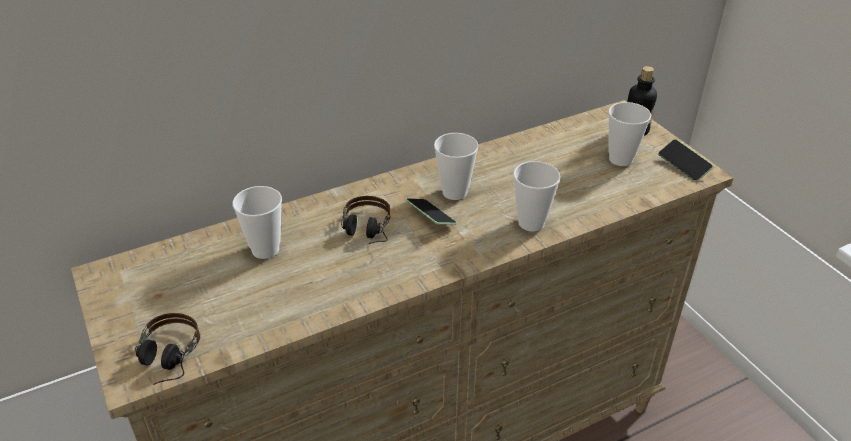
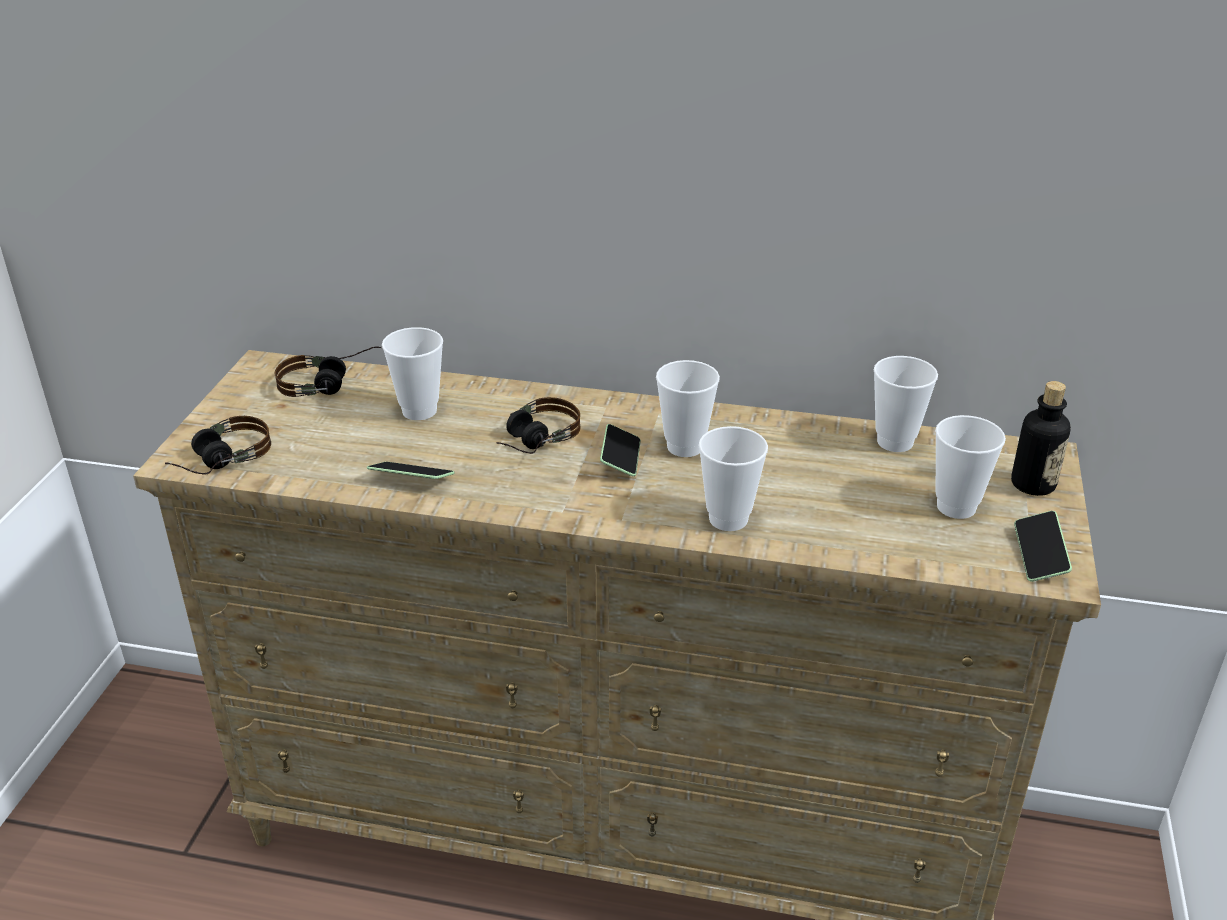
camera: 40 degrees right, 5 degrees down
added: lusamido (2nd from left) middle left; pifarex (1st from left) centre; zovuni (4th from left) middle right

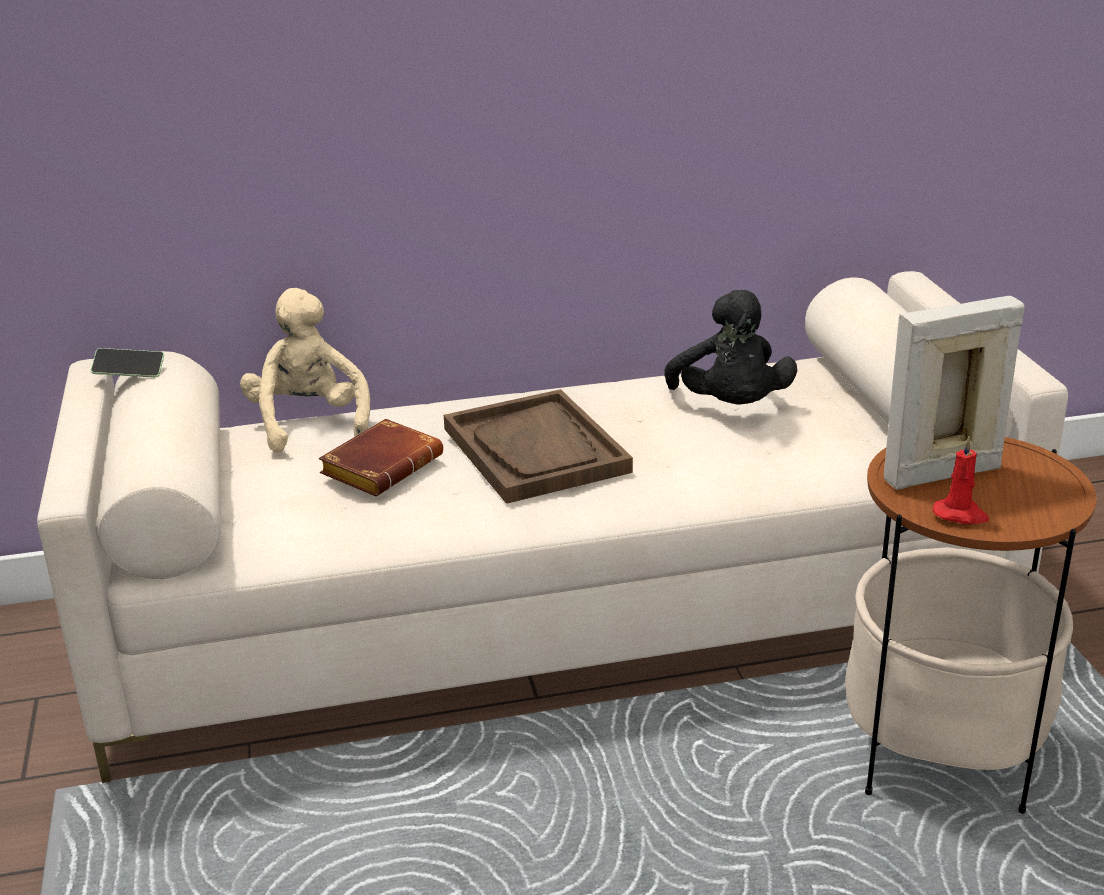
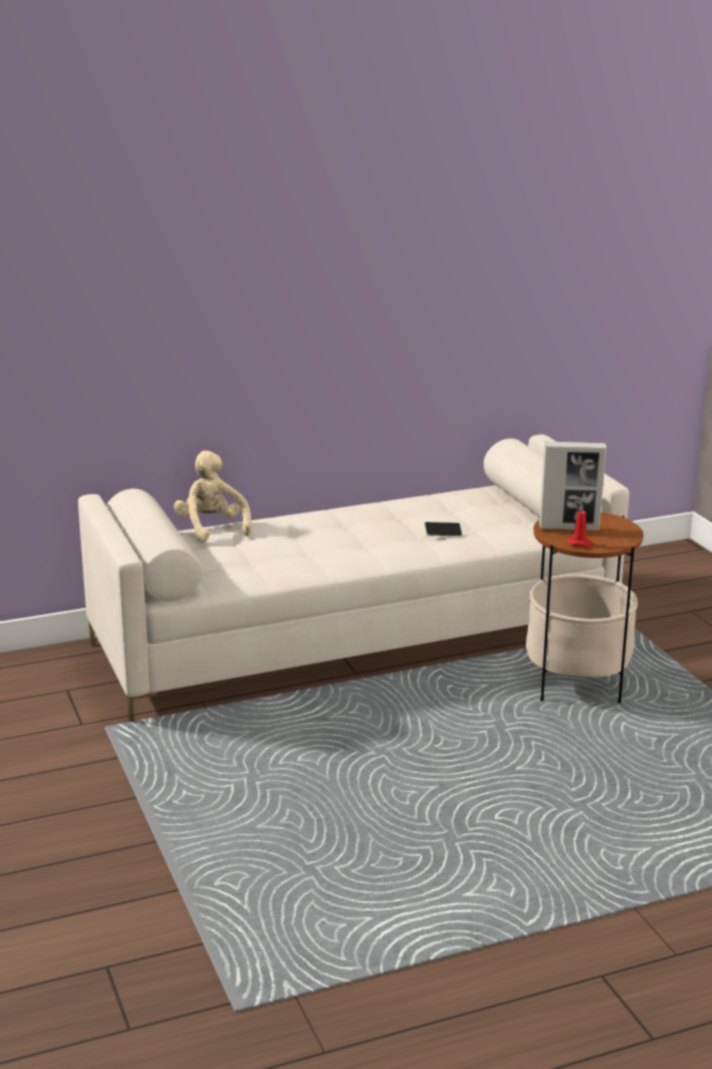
camera: 10 degrees left, 5 degrees down
removed: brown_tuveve centre; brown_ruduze centre; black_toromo centre
moved: pifarex middle left to centre
turned: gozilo middle right = middle right 150 degrees counterclockwise

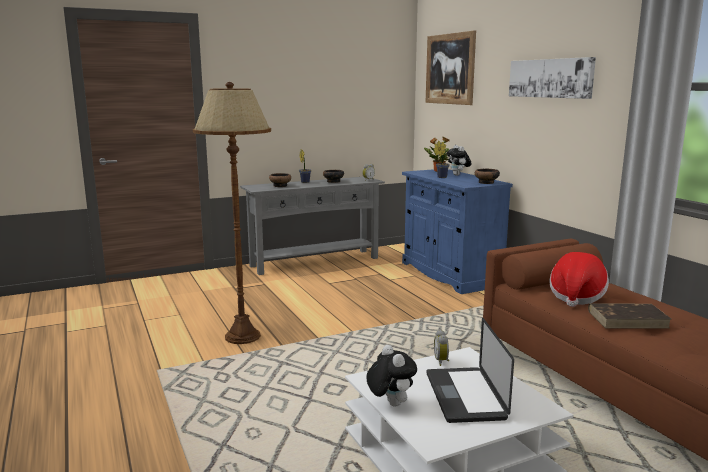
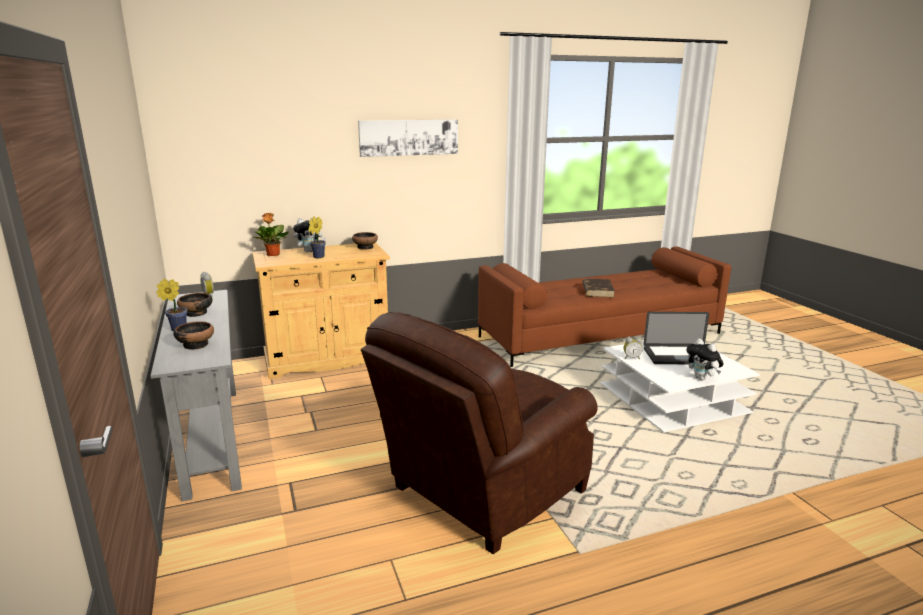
camera: 85 degrees left, 5 degrees up
removed: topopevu (1st from left) top centre; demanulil middle right
replaced: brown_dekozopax middle left to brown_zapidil bottom centre
recoloured: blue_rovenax centre to beige_rovenax centre
turned: toromo (1st from left in the first image) bottom centre = middle right 105 degrees counterclockwise

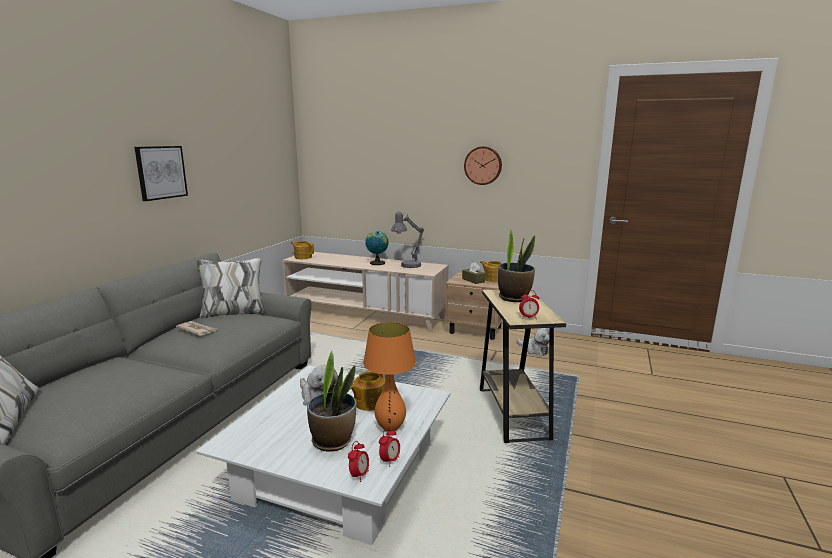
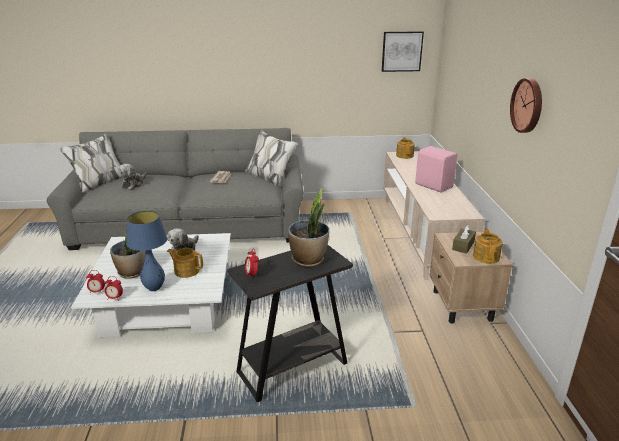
camera: 65 degrees right, 10 degrees up
removed: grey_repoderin centre
moved: toromo (2nd from left in the first image) centre to toromo (1st from left) middle left; topopevu top left to top centre
replaced: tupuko centre to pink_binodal middle right
recoloured: orange_repoderin bottom centre to blue_repoderin middle left; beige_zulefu centre to black_zulefu bottom centre

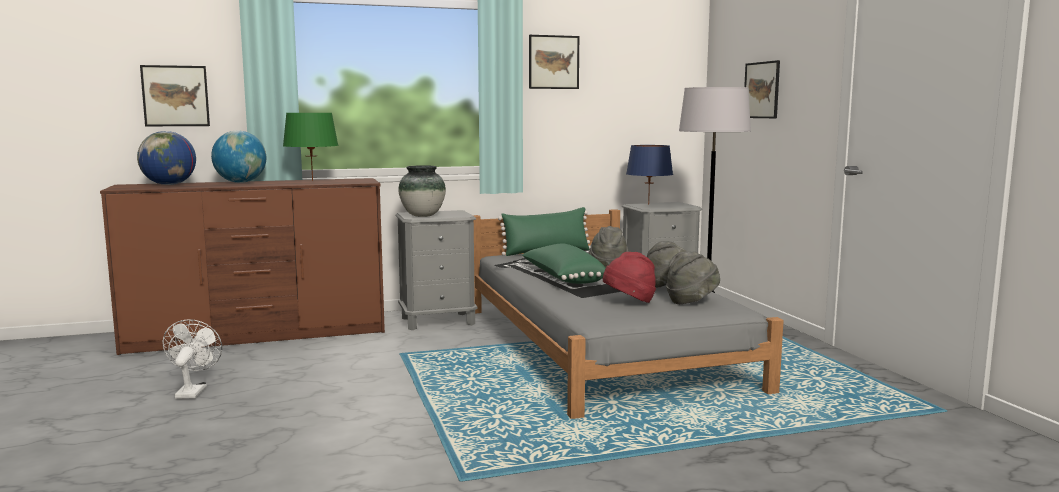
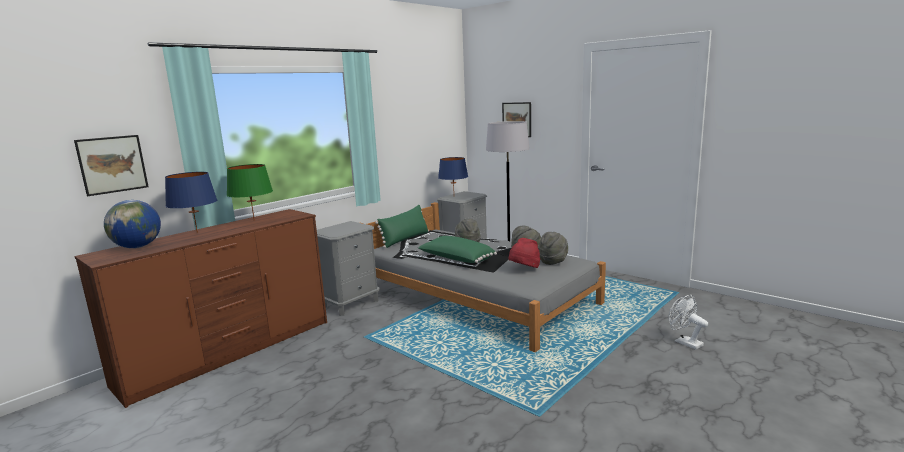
camera: 30 degrees left, 5 degrees up
removed: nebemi centre; topopevu (2nd from left) top centre
moved: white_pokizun bottom left to bottom right
replaced: tupuko (2nd from left) top left to blue_repoderin (1st from left) middle left

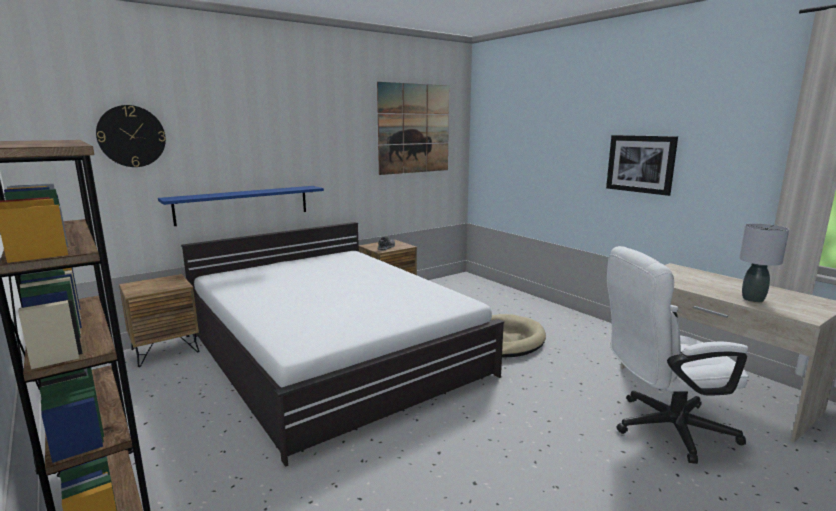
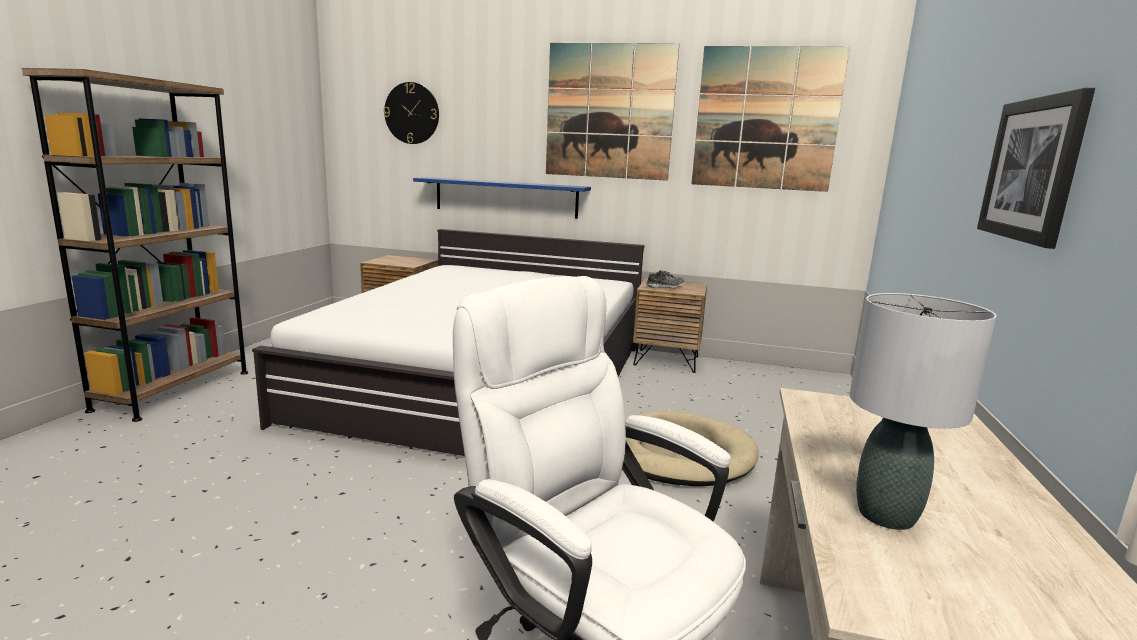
camera: 50 degrees right, 0 degrees up
added: topopevu (1st from left) top centre

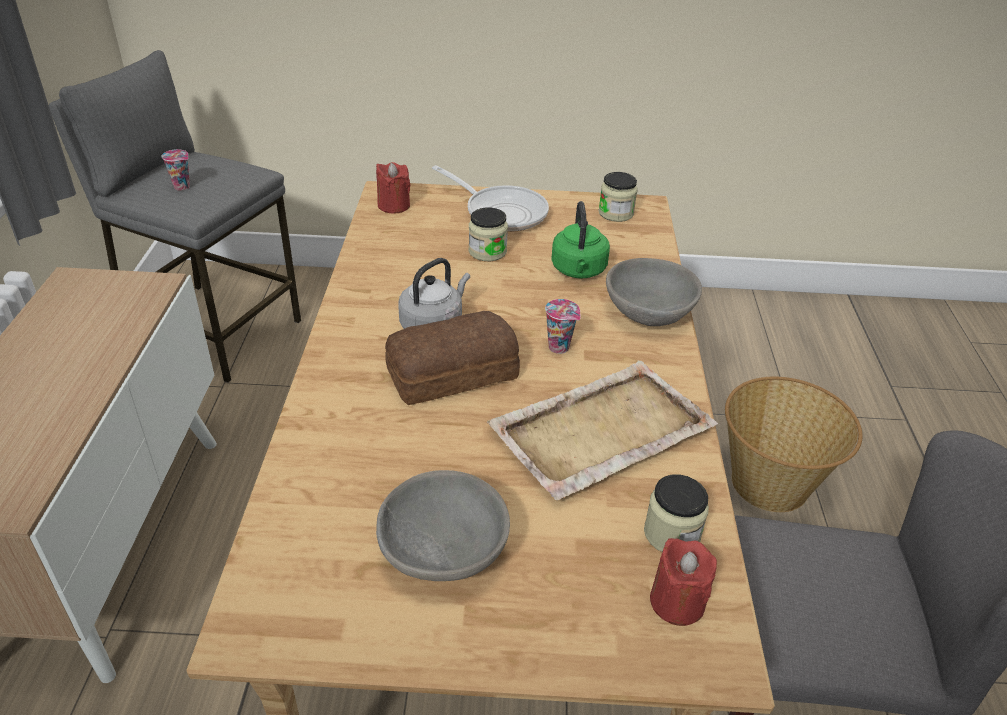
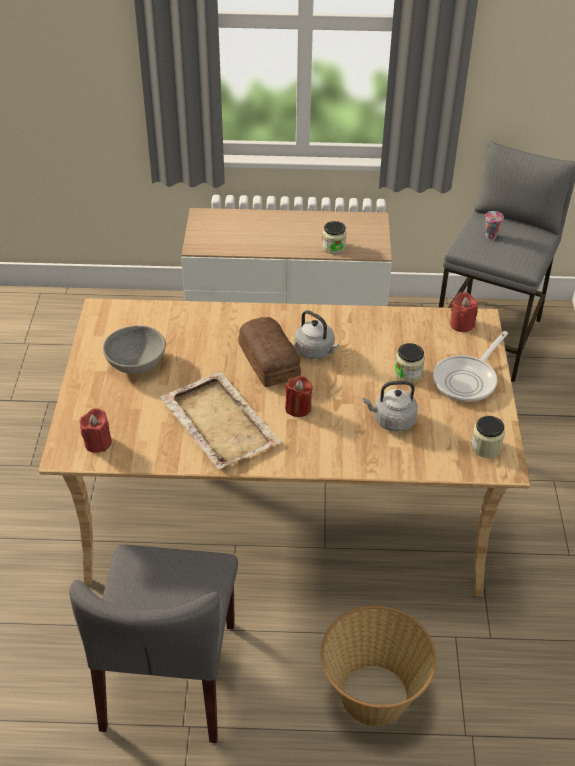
camera: 90 degrees right, 5 degrees up
removed: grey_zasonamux (2nd from left) centre
moved: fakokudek (3rd from left in the first image) bottom right to fakokudek (1st from left) top centre
replaced: zovuni (2nd from left) centre to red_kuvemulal (2nd from left) centre
recoloured: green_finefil centre to grey_finefil (2nd from left) middle right

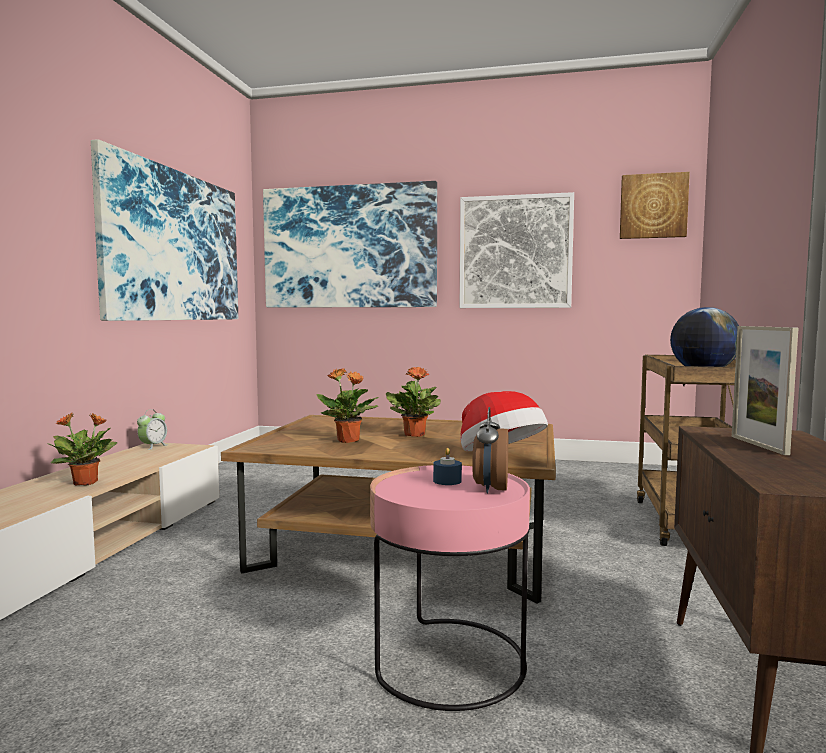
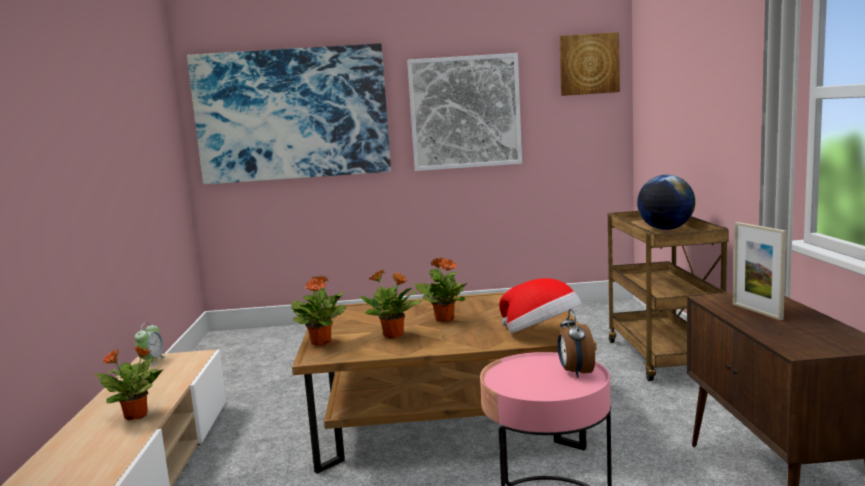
camera: 15 degrees left, 5 degrees up
removed: topopevu (1st from left) top left; blue_kuvemulal centre
added: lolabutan (2nd from left) centre

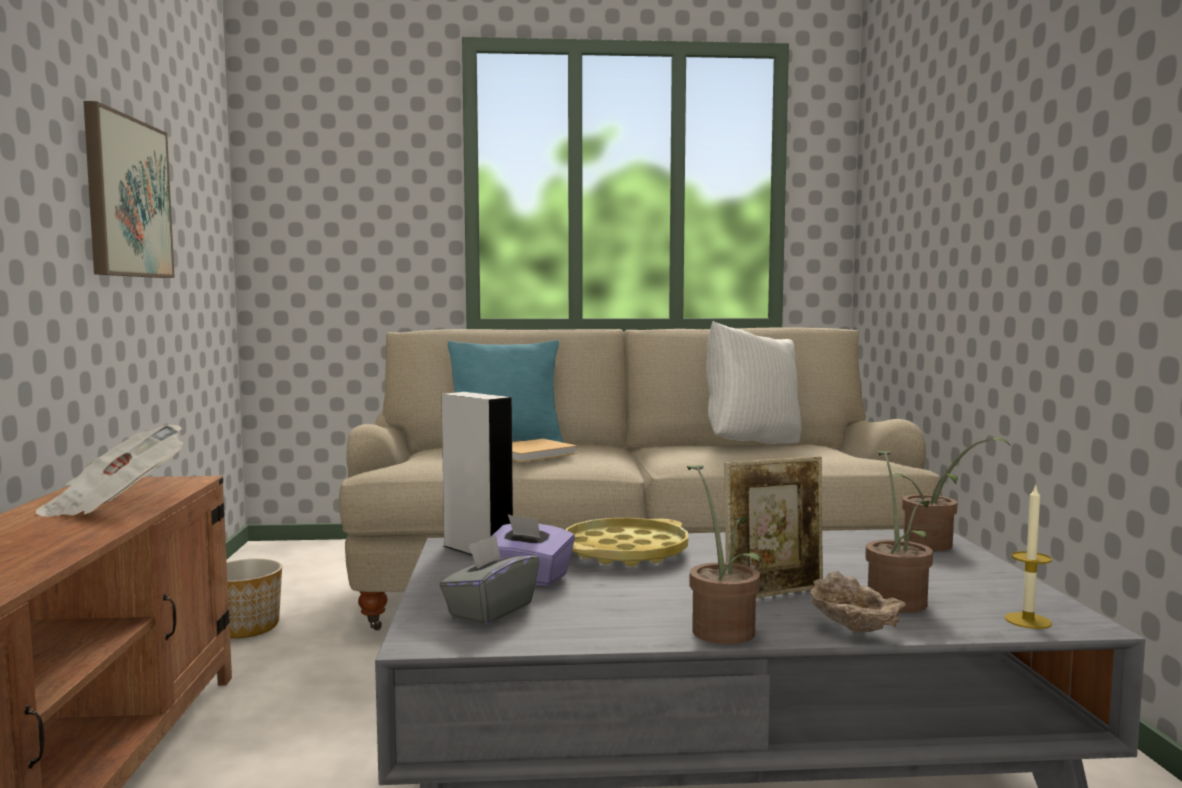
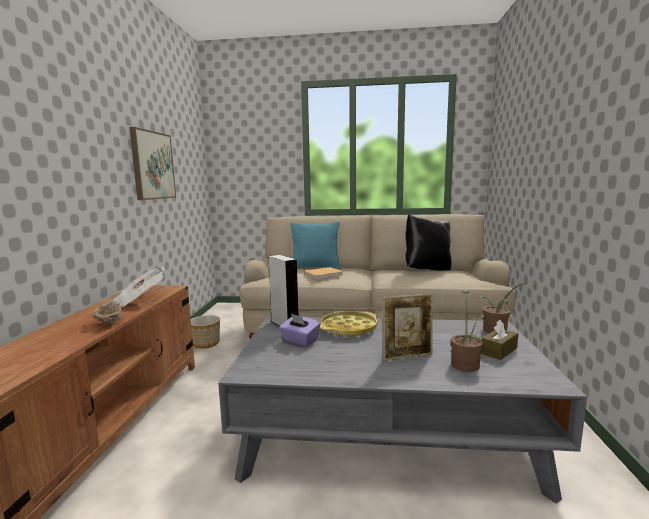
camera: 10 degrees right, 5 degrees up
removed: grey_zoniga bottom centre; lolabutan (1st from left) bottom centre; kuvemulal bottom right
added: brown_zoniga middle right
moved: beige_zasonamux bottom right to middle left
recoloured: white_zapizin centre to black_zapizin centre

